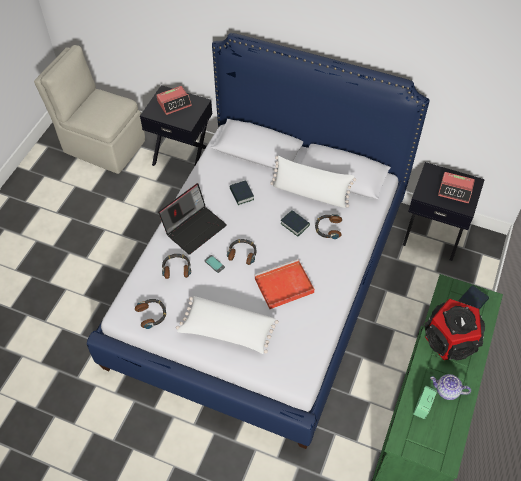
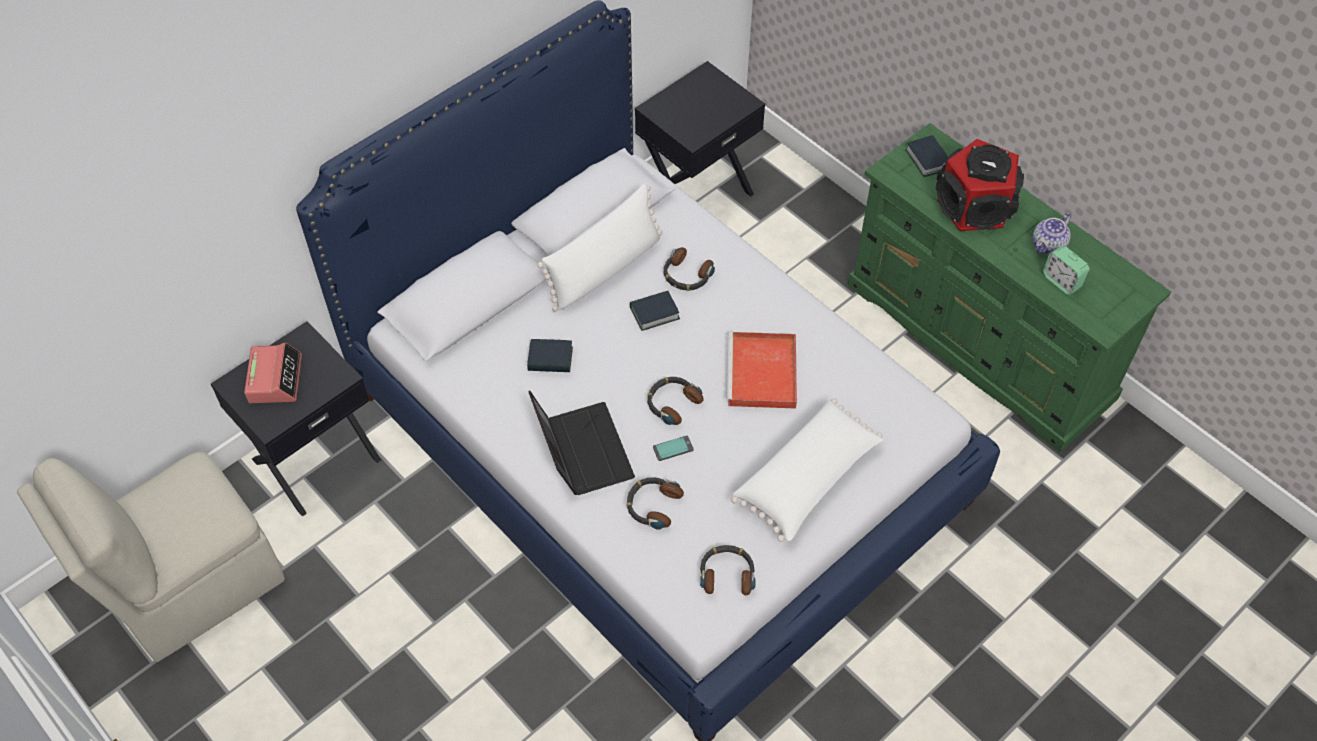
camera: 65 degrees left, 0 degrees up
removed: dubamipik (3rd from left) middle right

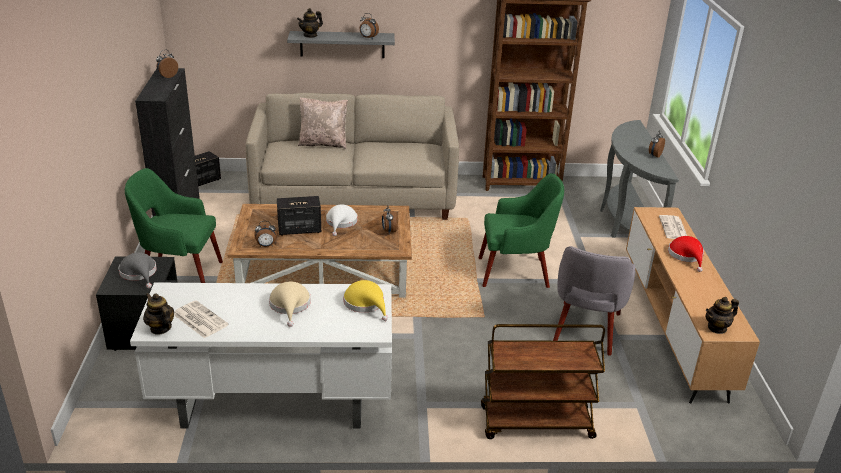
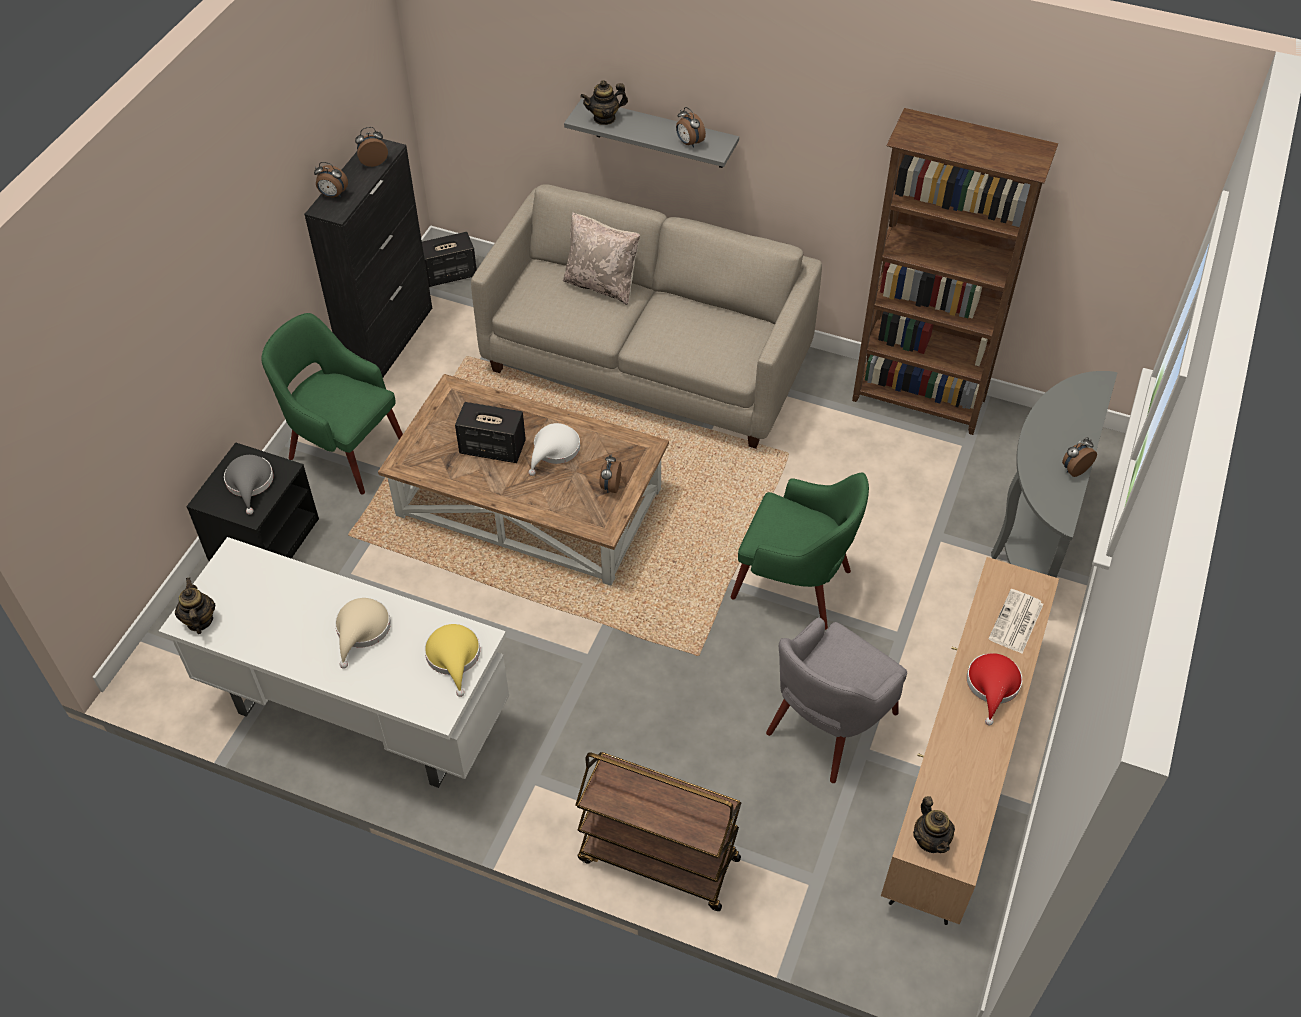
camera: 25 degrees right, 20 degrees up
removed: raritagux (1st from left) bottom left
moved: dubamipik (2nd from left in the first image) middle left to dubamipik (1st from left) top left
turned: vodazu (3rd from left) middle right = bottom right 105 degrees counterclockwise

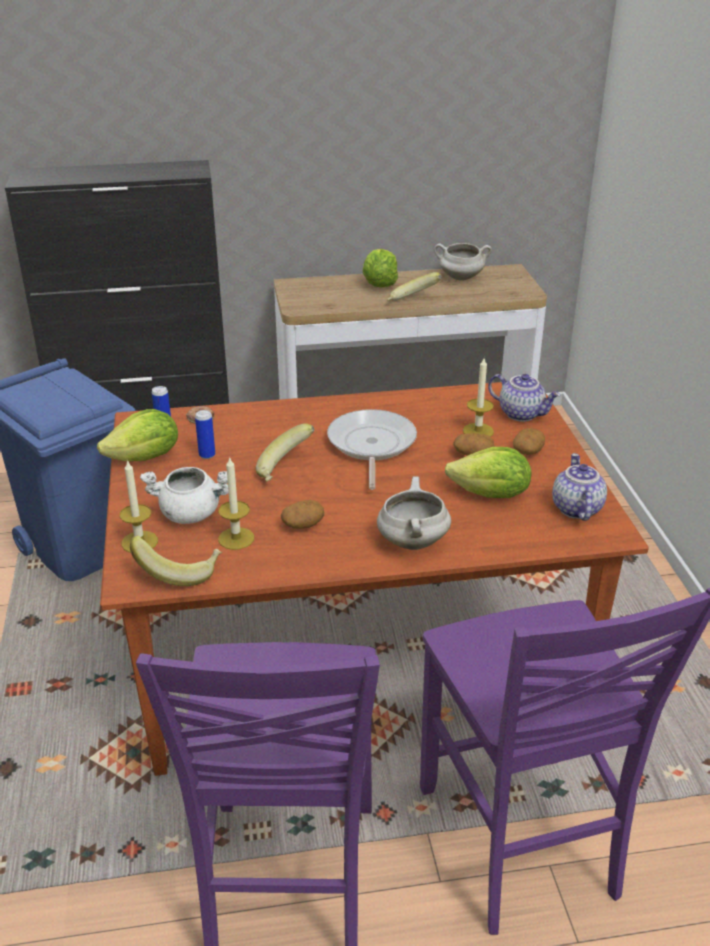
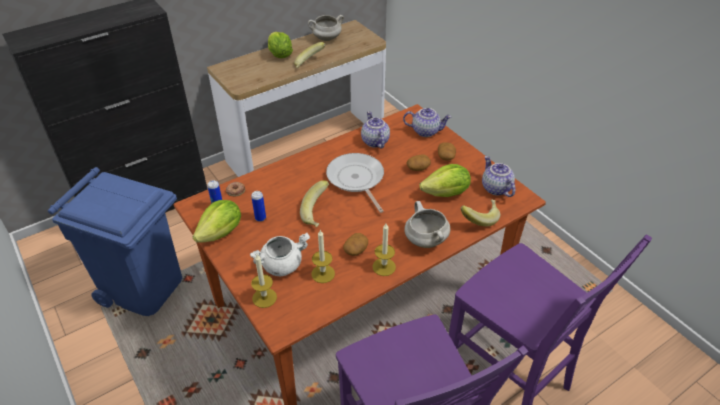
camera: 25 degrees left, 10 degrees up
added: vodazu (1st from left) top centre
moved: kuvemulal (3rd from left) middle right to centre; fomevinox (1st from left in the first image) middle left to fomevinox (3rd from left) middle right

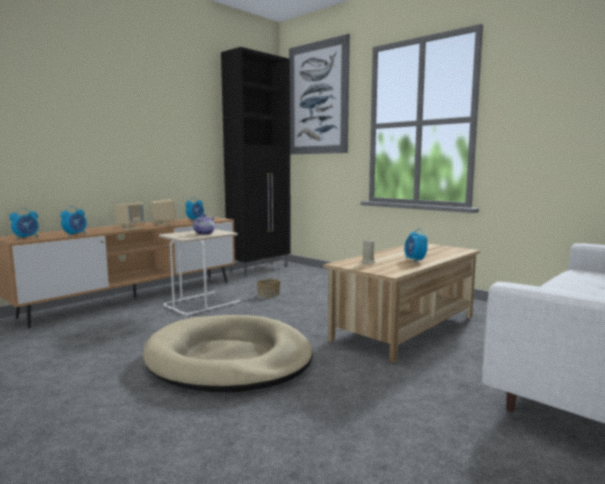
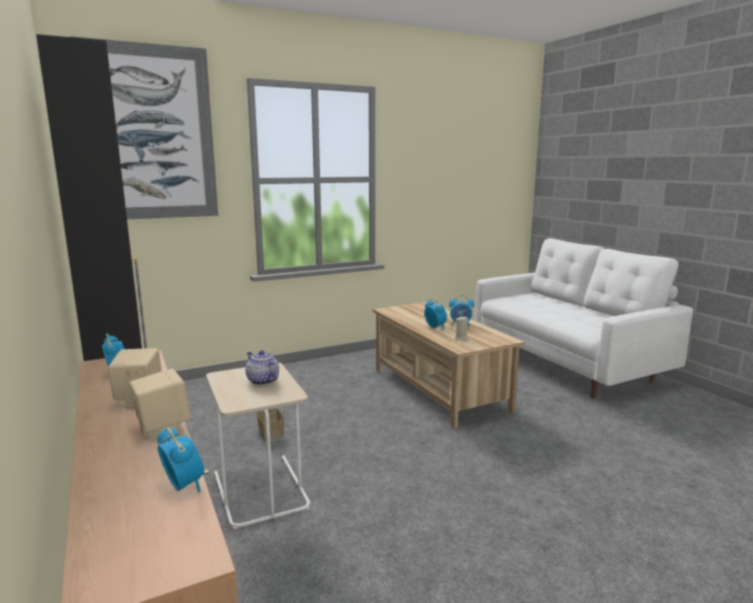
camera: 70 degrees left, 5 degrees up
removed: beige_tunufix bottom centre
moved: dubamipik (1st from left in the first image) middle left to dubamipik (3rd from left) centre

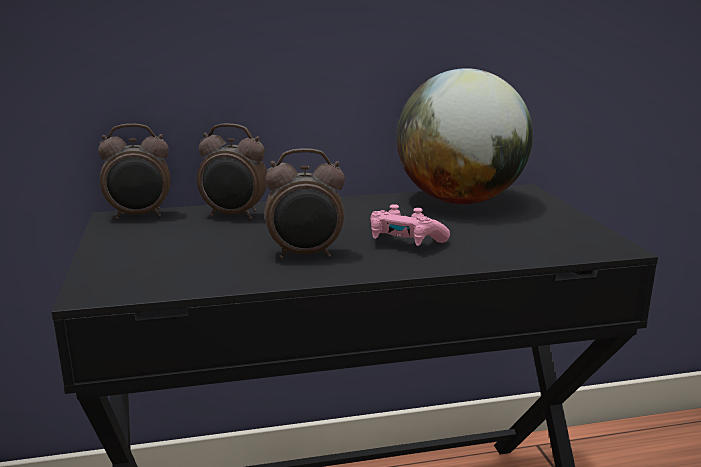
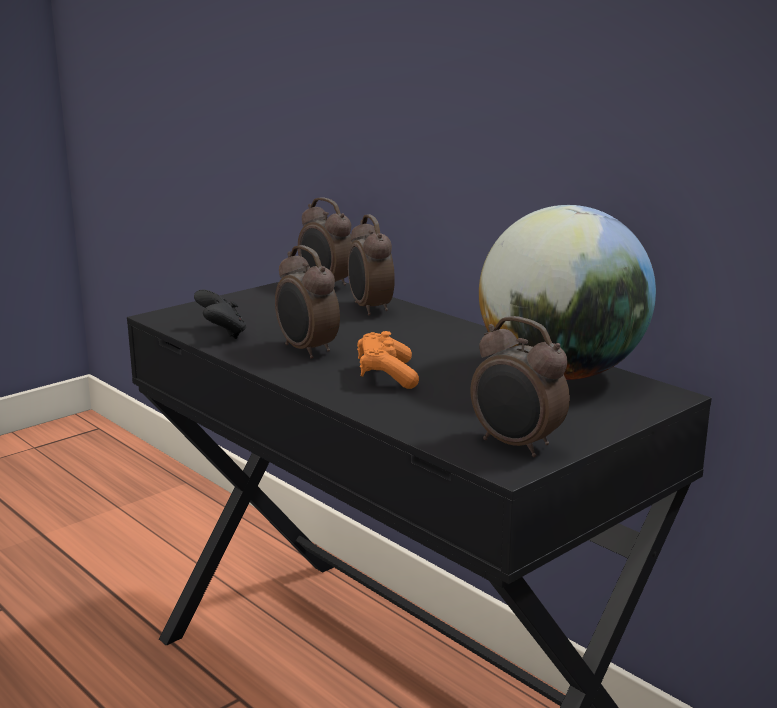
camera: 60 degrees right, 0 degrees up
added: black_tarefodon middle left; dubamipik (4th from left) middle right
recoloured: pink_tarefodon centre to orange_tarefodon centre

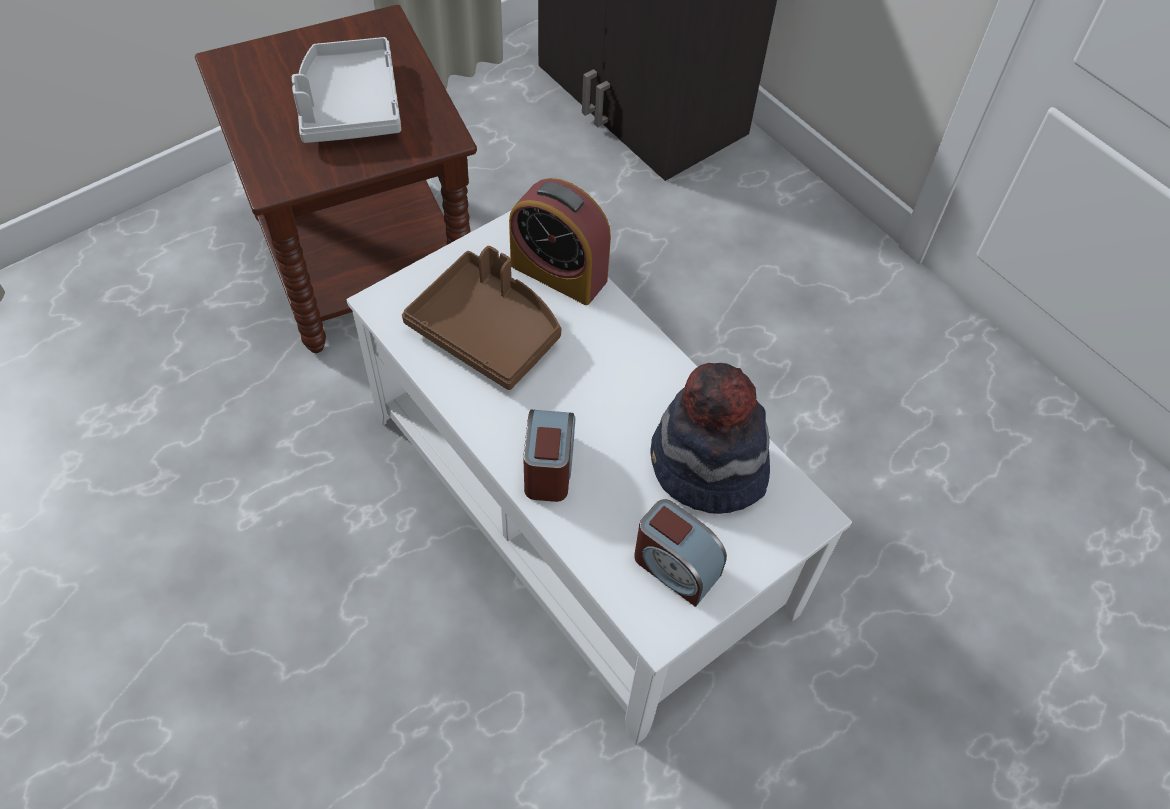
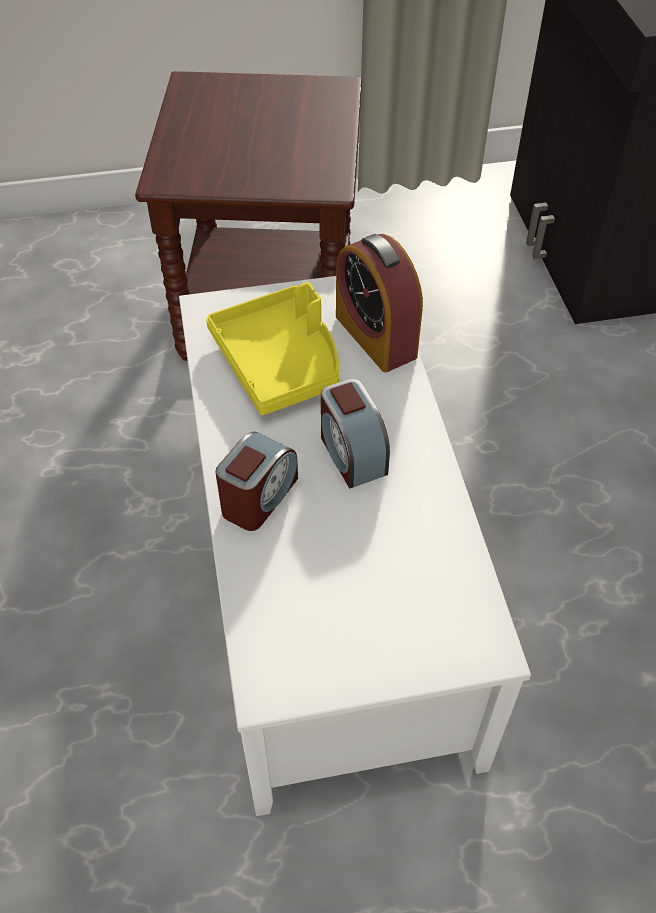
camera: 30 degrees right, 5 degrees down
removed: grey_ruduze top left; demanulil centre
moved: dubamipik (3rd from left in the first image) bottom centre to dubamipik (2nd from left) centre
recoloured: brown_ruduze centre to yellow_ruduze centre

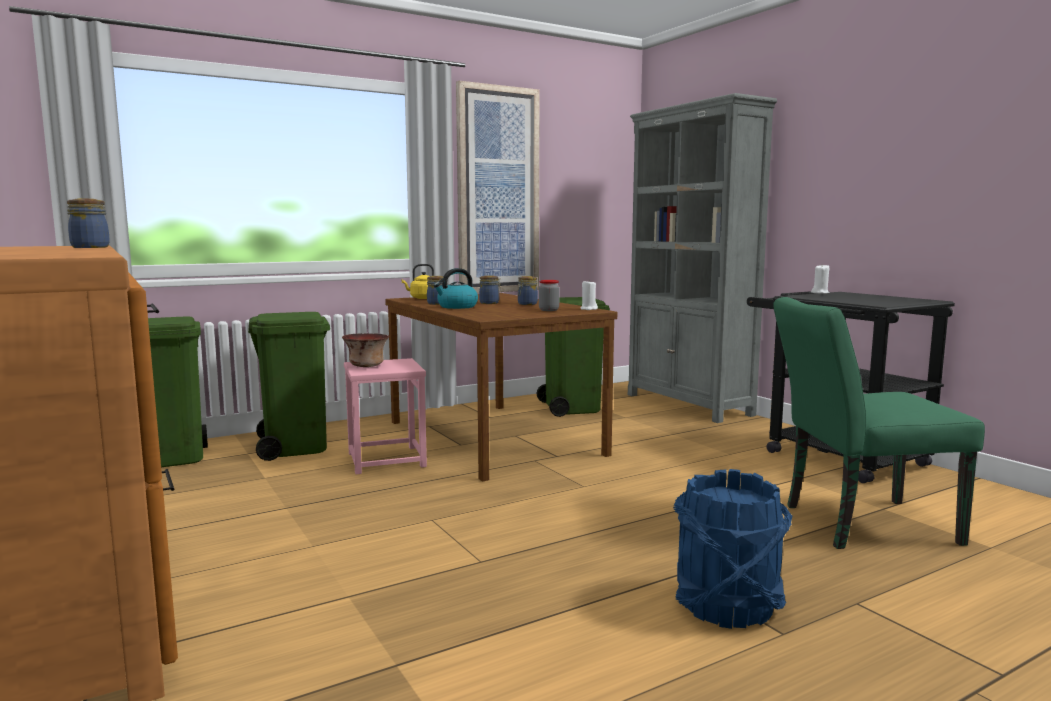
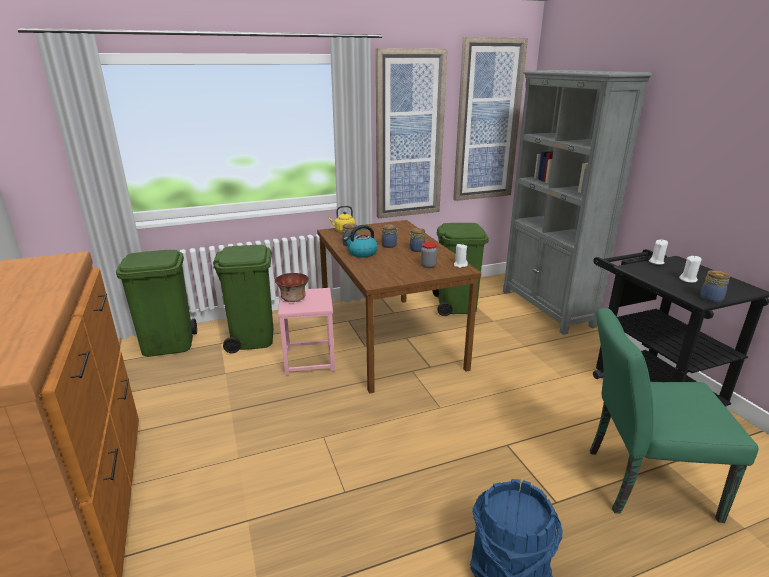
camera: 10 degrees right, 15 degrees up
added: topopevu (2nd from left) top centre; white_kuvemulal (3rd from left) middle right
moved: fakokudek (1st from left in the first image) top left to fakokudek (5th from left) middle right

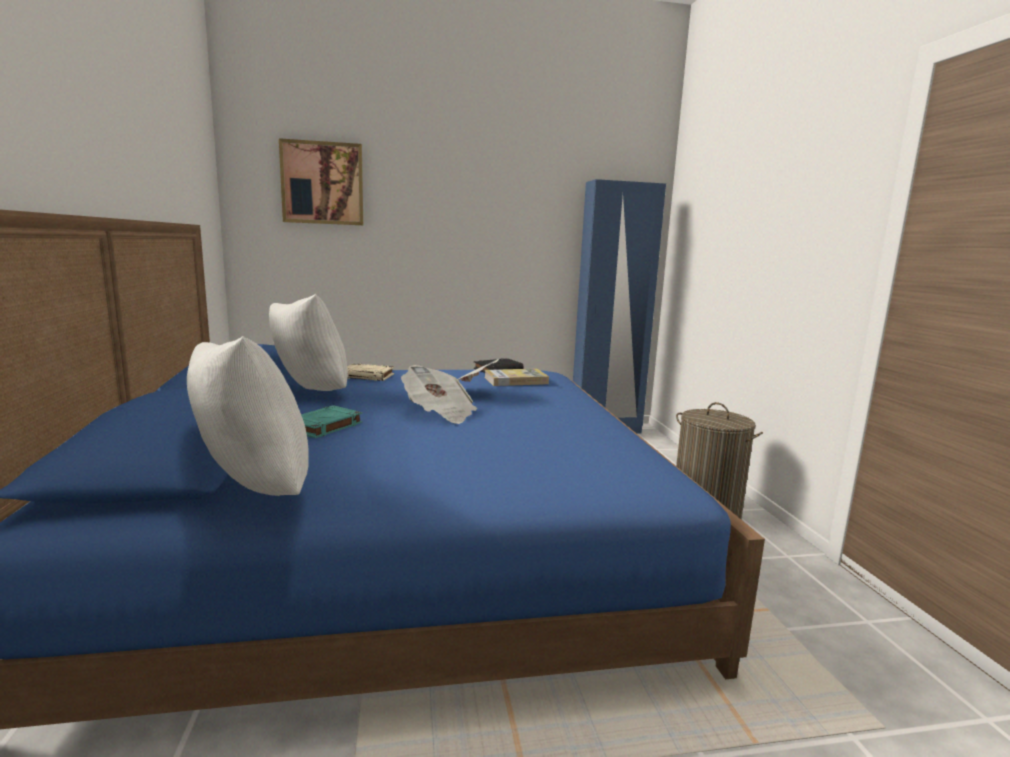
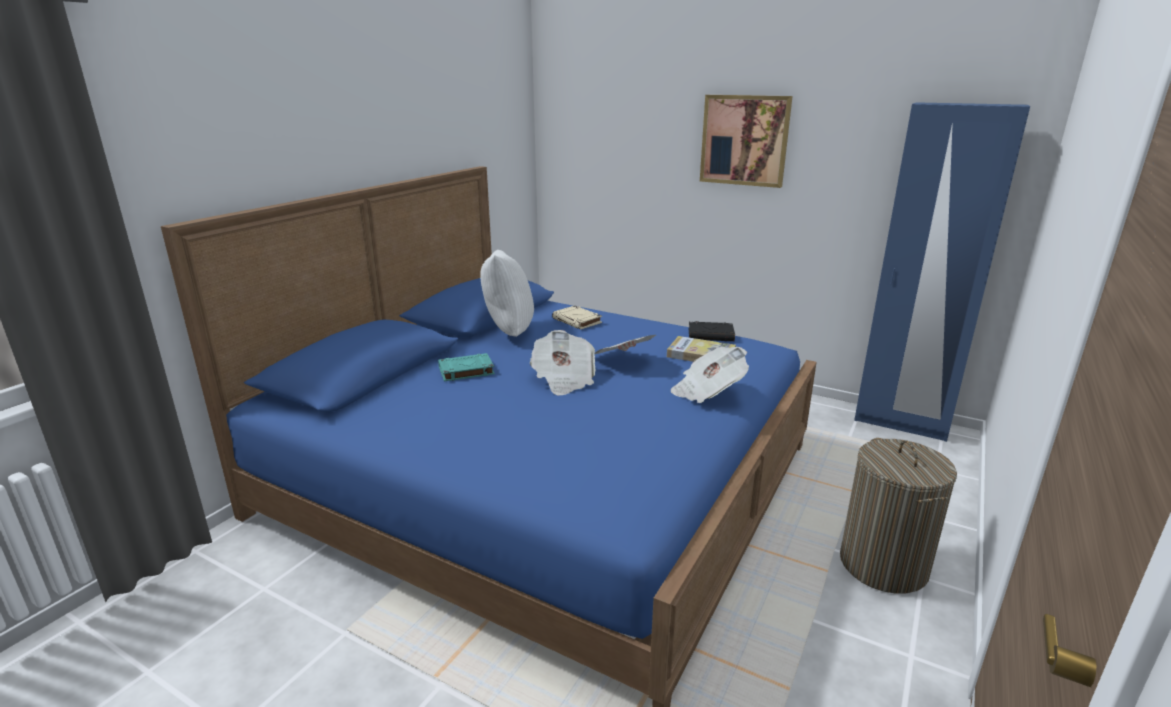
camera: 40 degrees right, 10 degrees up
removed: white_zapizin (1st from left) middle left
added: raritagux (3rd from left) centre
moved: topopevu top left to top centre

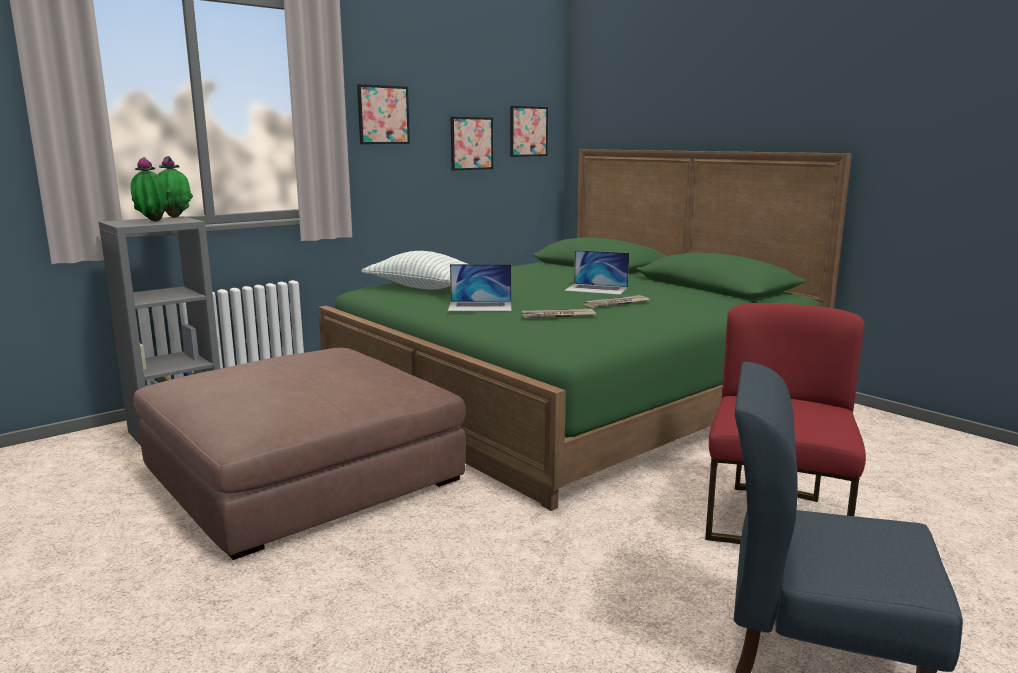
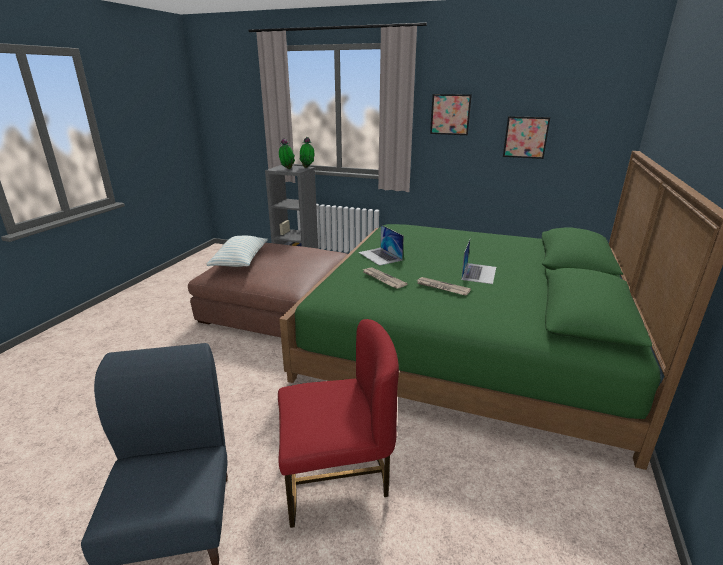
camera: 60 degrees right, 10 degrees up
removed: topopevu (3rd from left) top centre
moved: zapizin centre to middle left
turned: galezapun (2nd from left) centre = centre 150 degrees counterclockwise

